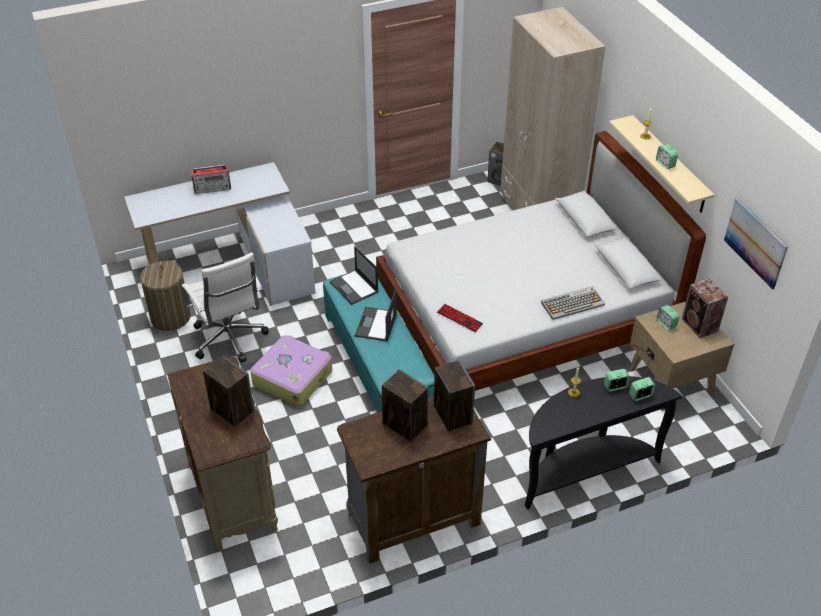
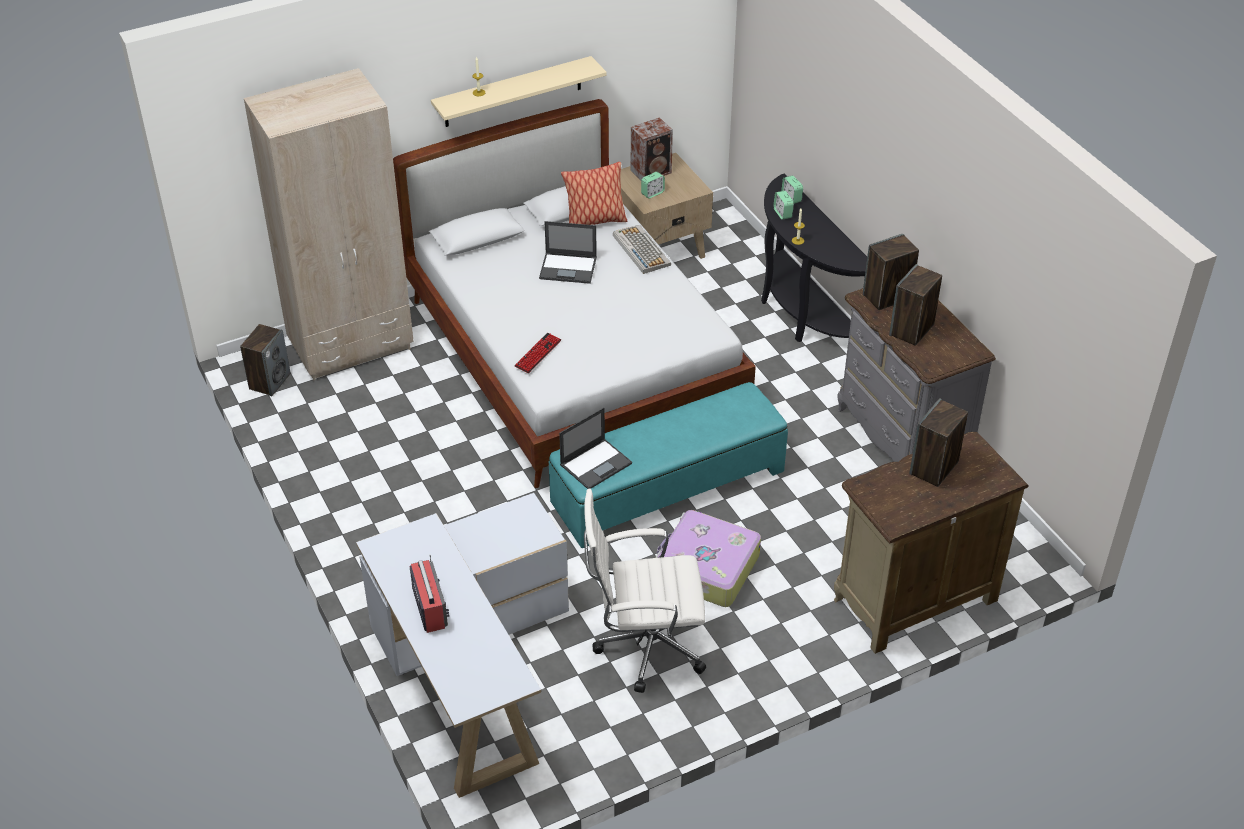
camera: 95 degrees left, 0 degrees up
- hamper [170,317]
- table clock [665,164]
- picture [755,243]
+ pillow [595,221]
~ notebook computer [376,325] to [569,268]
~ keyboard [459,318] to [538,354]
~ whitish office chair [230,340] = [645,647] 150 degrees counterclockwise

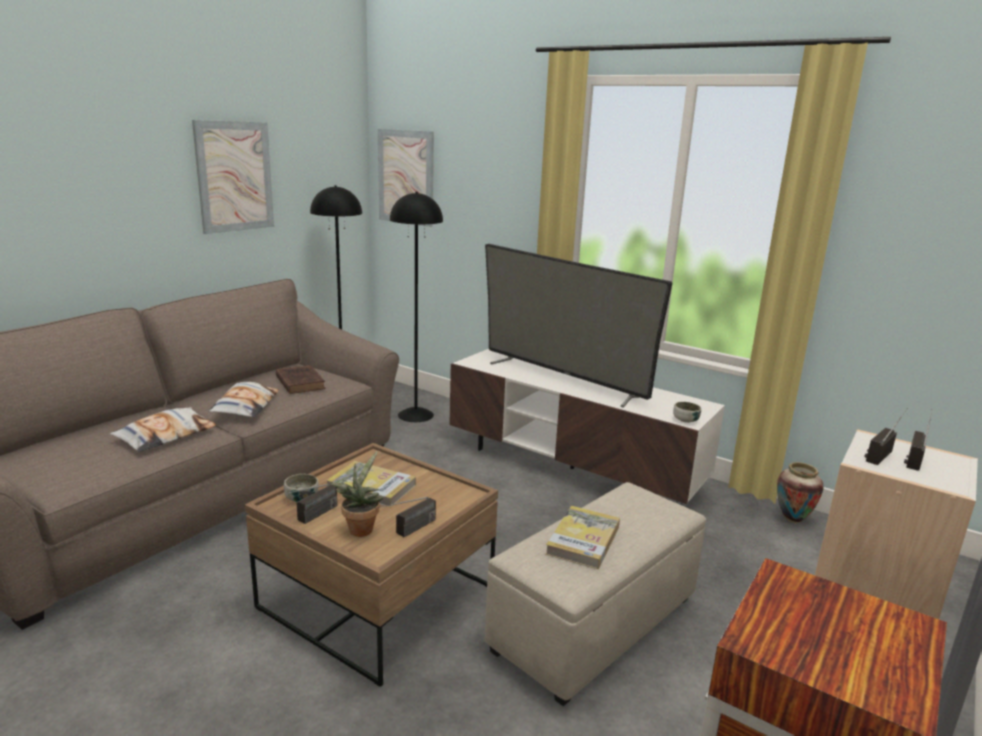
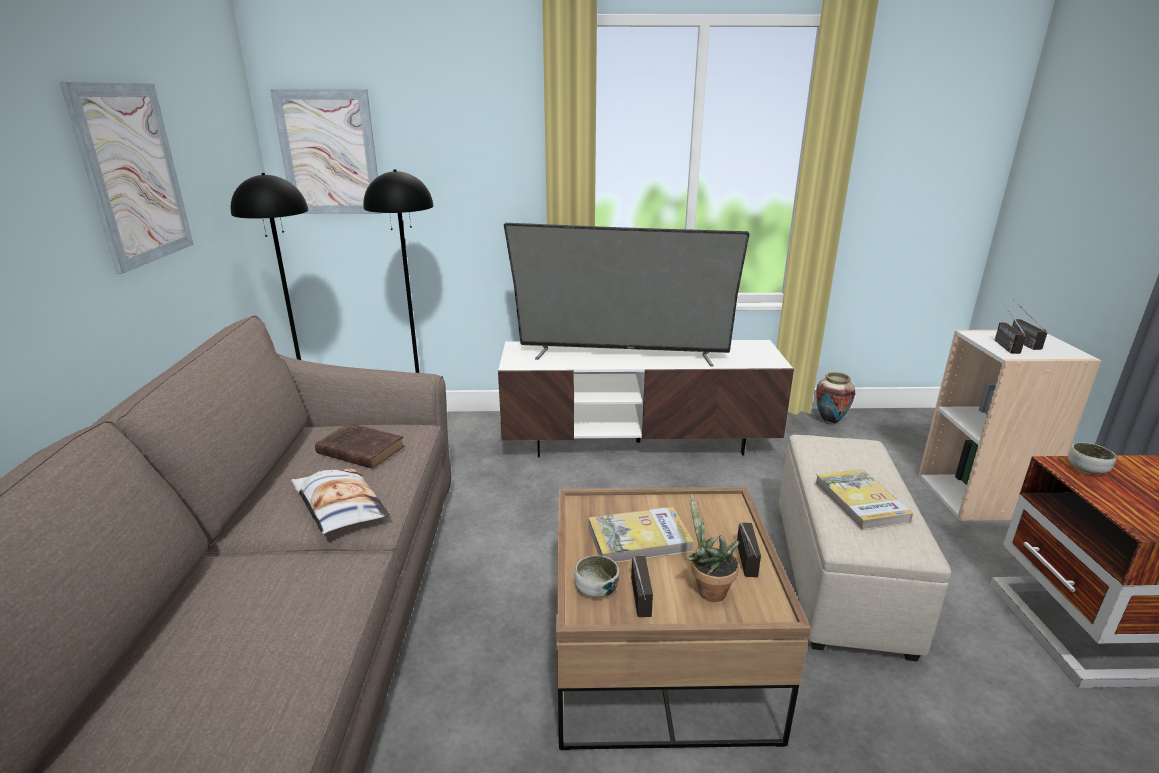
camera: 35 degrees left, 5 degrees up
- pillow [166,436]
~ serving bowl [685,420] to [1086,469]

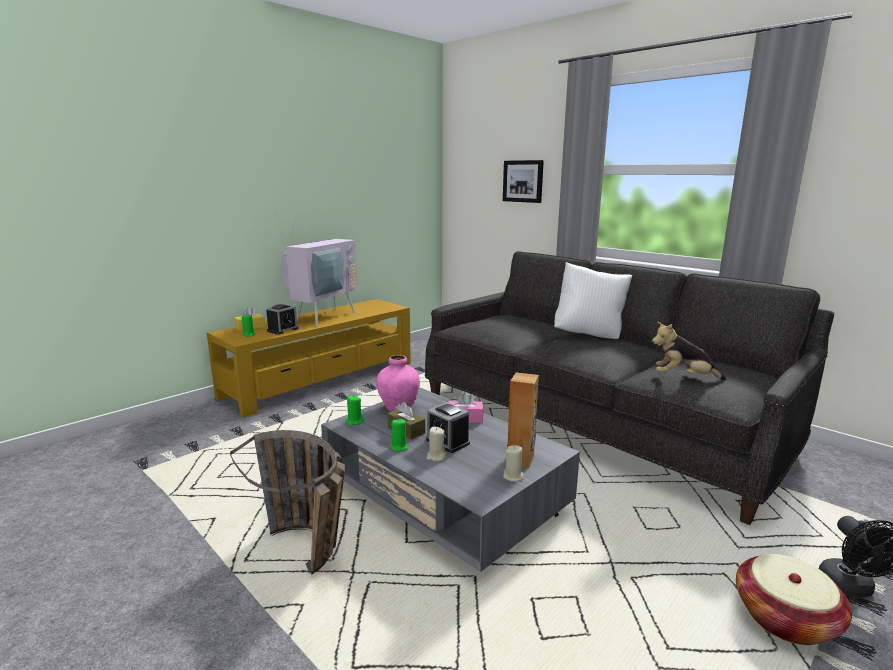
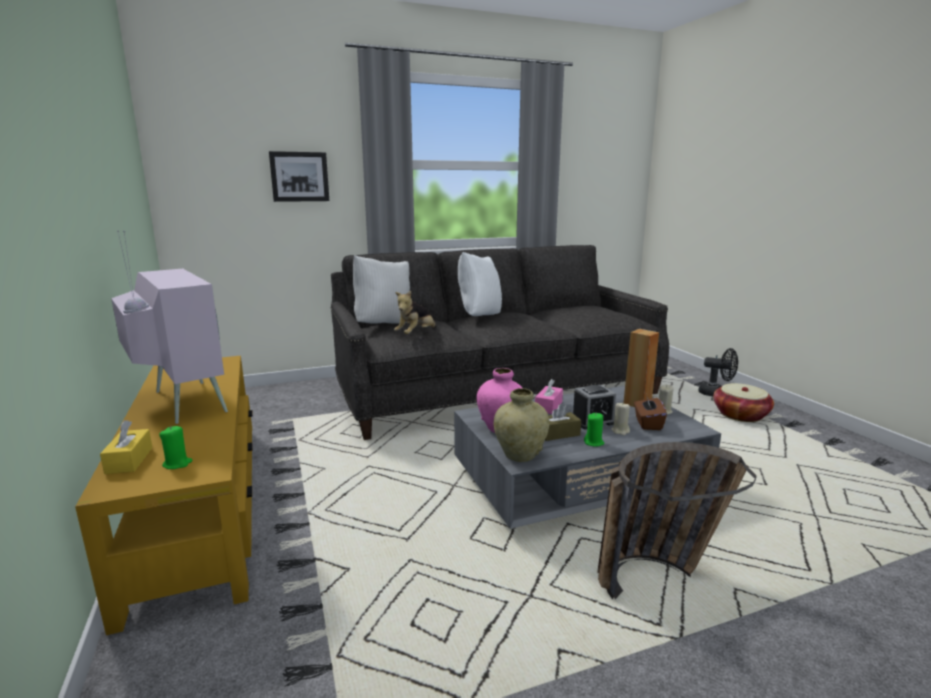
camera: 65 degrees left, 0 degrees up
- table clock [283,330]
+ whitish pillow [384,324]
+ brown-coloured tissue holder [647,423]
~ soft toy [683,378] to [416,334]
~ green wax light [354,422] to beige decorative vase [520,455]

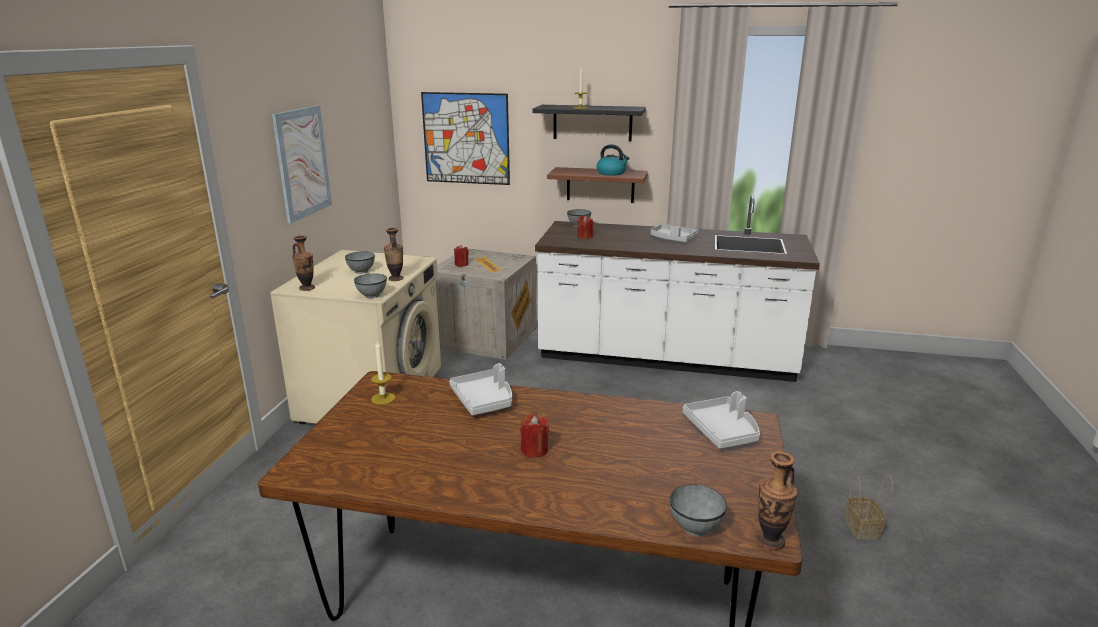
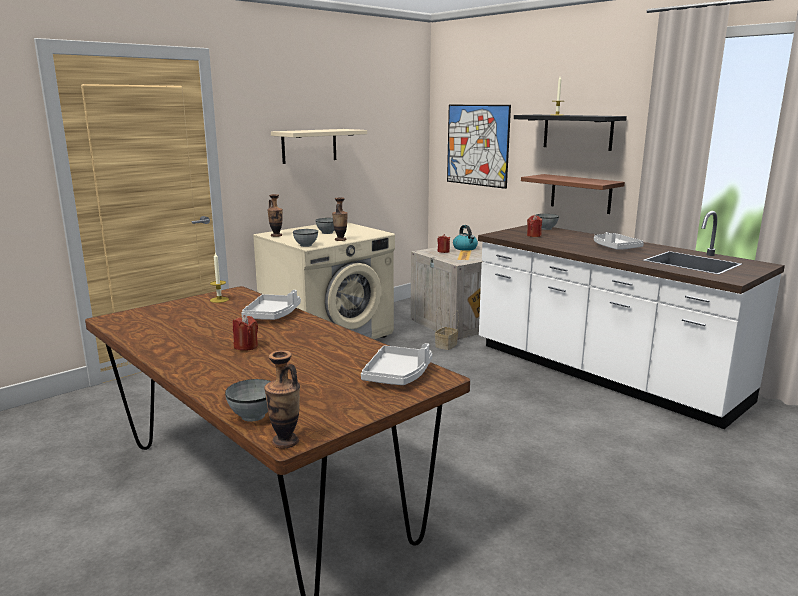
camera: 35 degrees right, 5 degrees down
~ kettle [611,173] to [465,248]
~ household basket [863,529] to [446,346]
~ picture [302,163] to beige wall shelf [309,146]

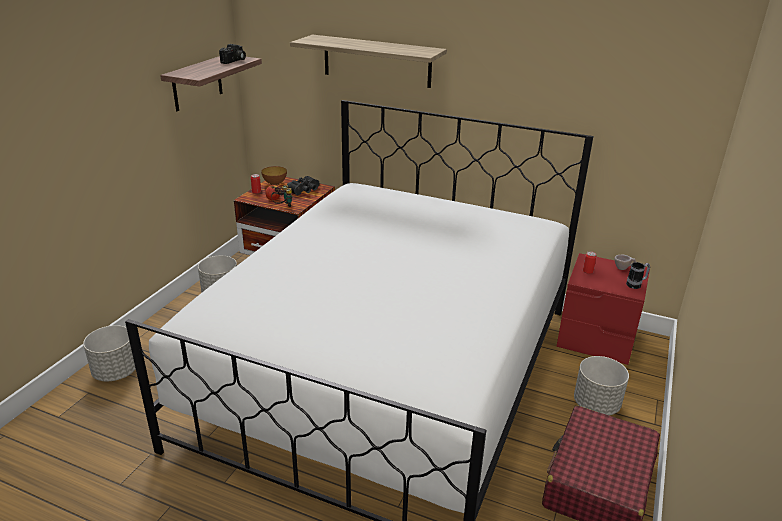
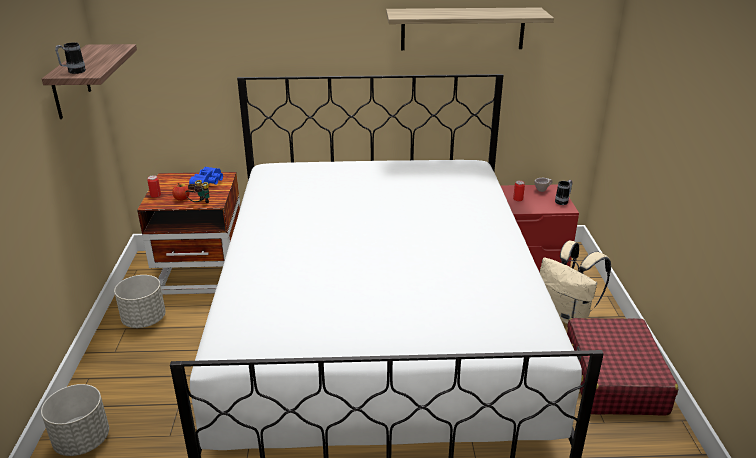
camera: 25 degrees left, 0 degrees up
- photo camera [234,61]
- serving bowl [275,184]
+ tea mug [73,72]
~ wall shelf [376,61] to [462,29]
~ grey flower pot [596,405] to beige knapsack [567,315]
~ black pair of binoculars [305,191] to blue-coloured pair of binoculars [209,183]

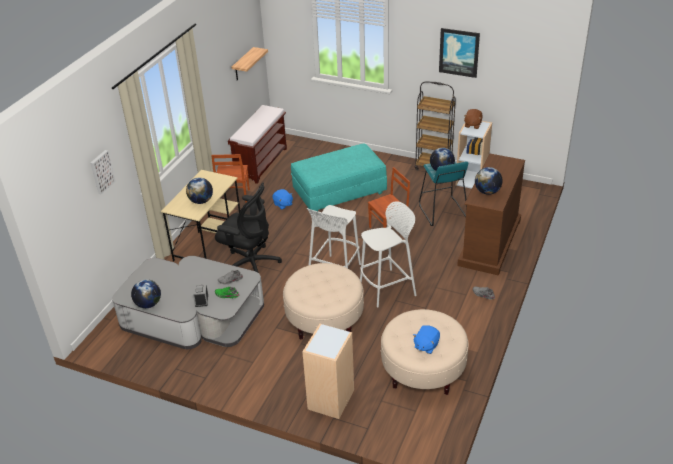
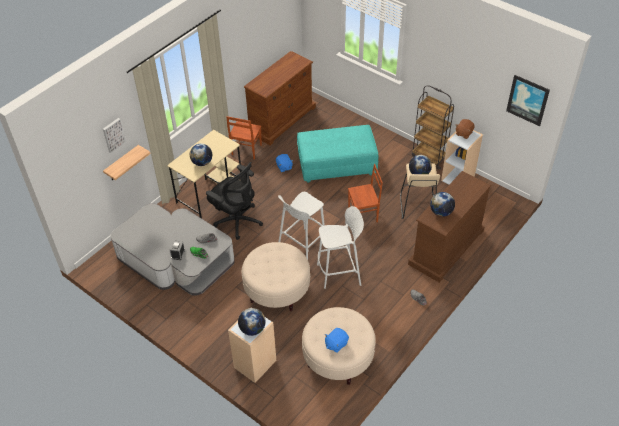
camera: 15 degrees right, 10 degrees up
~ world globe [148,304] to [252,329]
~ wall shelf [243,65] to [122,164]
~ picture [459,52] to [528,100]
~ brown-coloured indoor bench [261,163] to brown-coloured dresser [281,119]
~ turquoise-coloured stool [442,212] to beige stool [417,206]

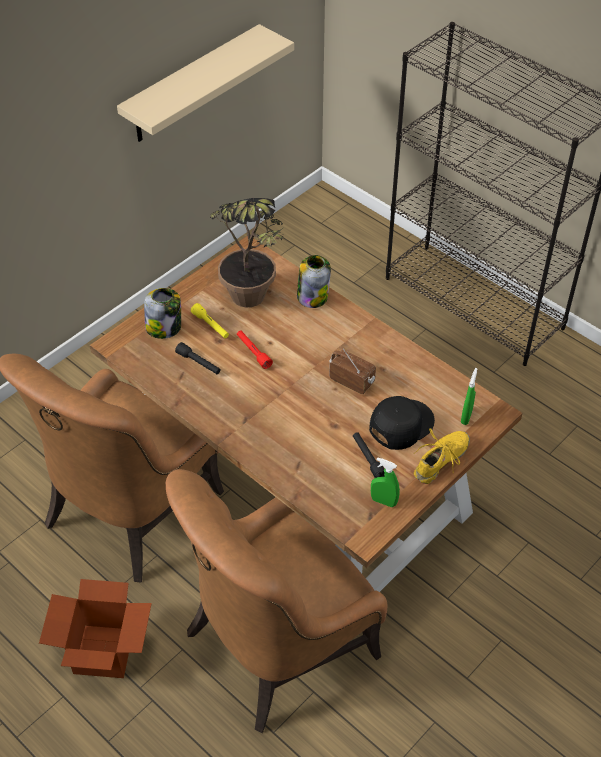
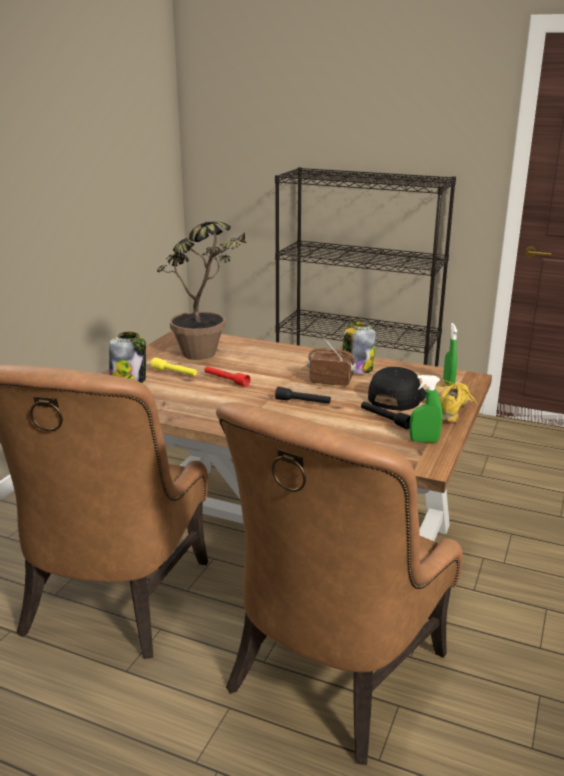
camera: 20 degrees left, 25 degrees down
- carton [103,651]
- beige wall shelf [192,85]
~ black flashlight [199,363] to [303,402]
~ storage jar [312,296] to [356,368]

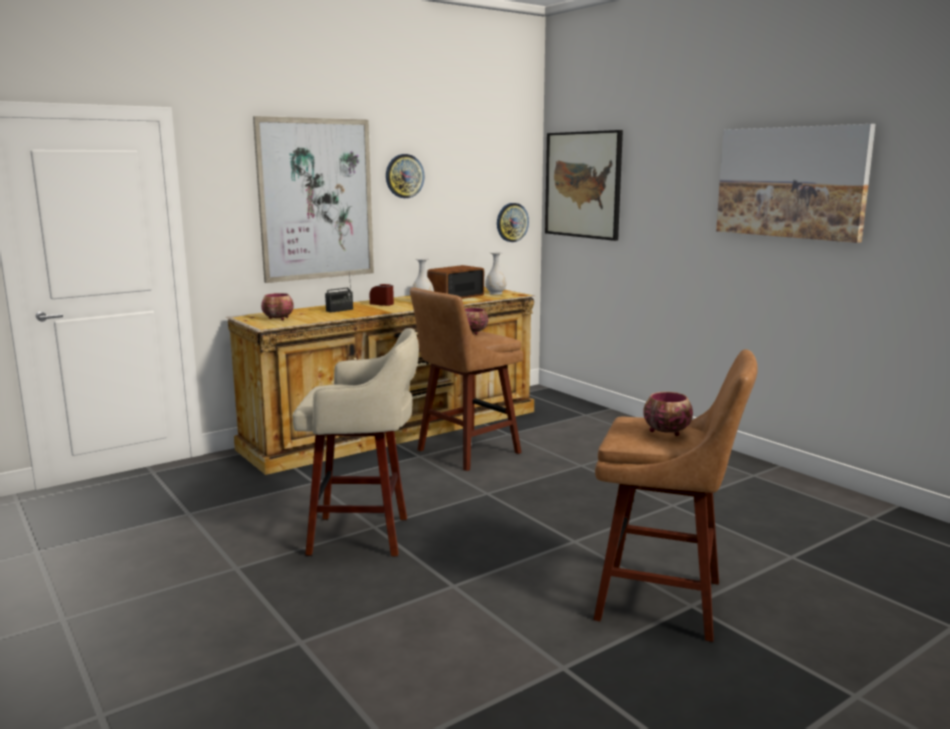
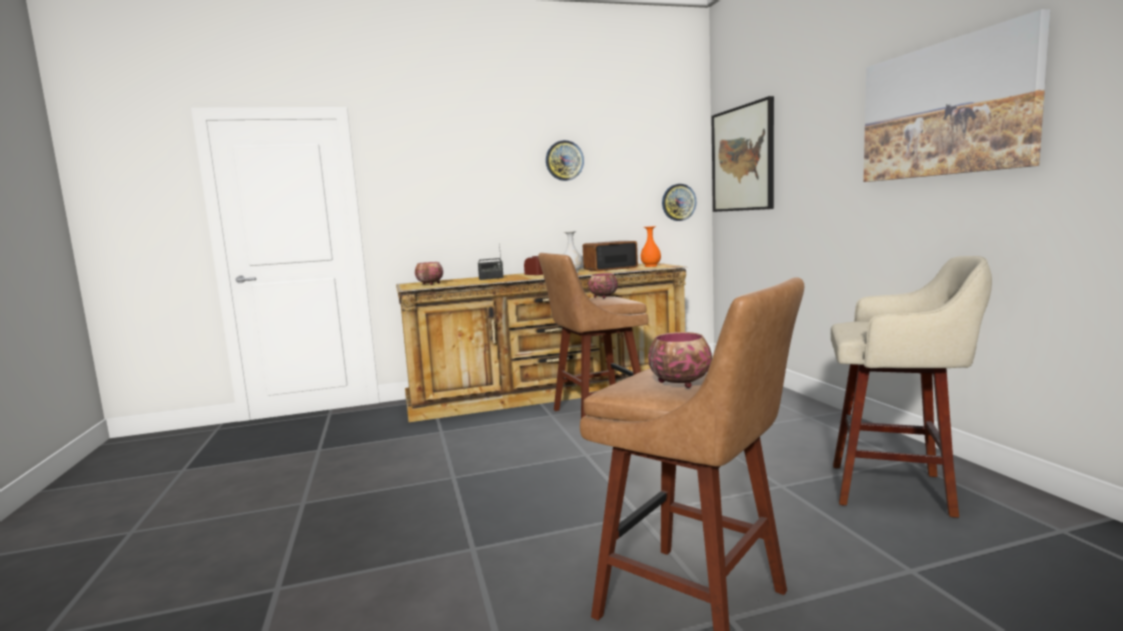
camera: 20 degrees right, 5 degrees down
- picture [316,199]
~ beige stool [364,536] to [897,490]
~ whitish decorative vase [495,293] to orange-coloured decorative vase [651,266]

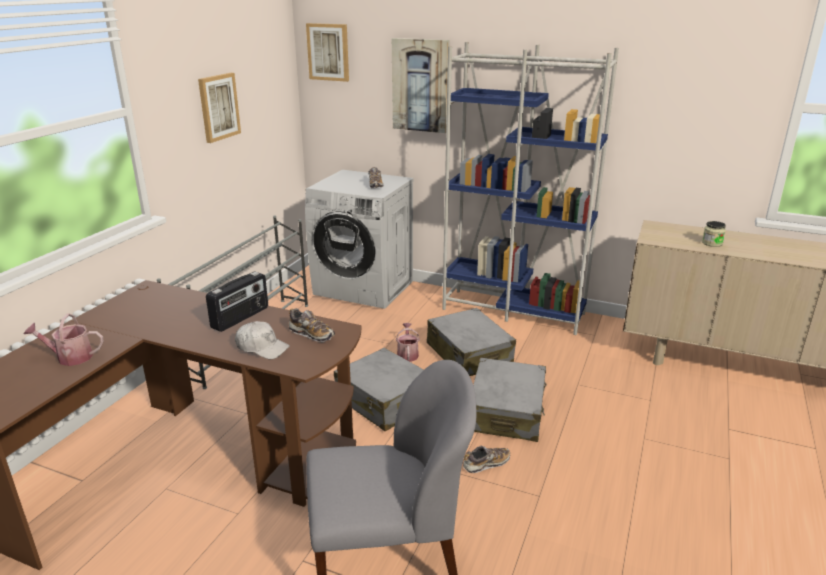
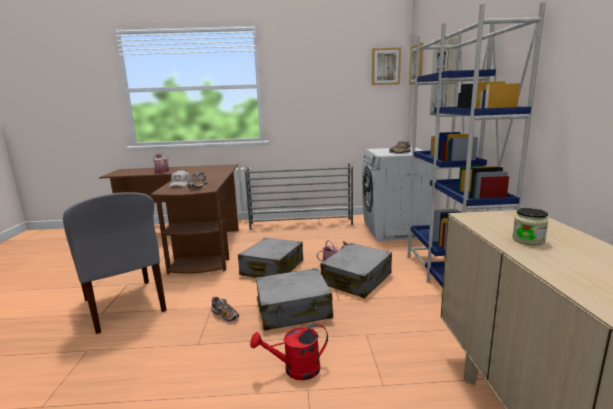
camera: 65 degrees right, 10 degrees down
- radio set [241,318]
+ reddish sprinkling can [295,369]
~ picture [218,107] to [385,66]

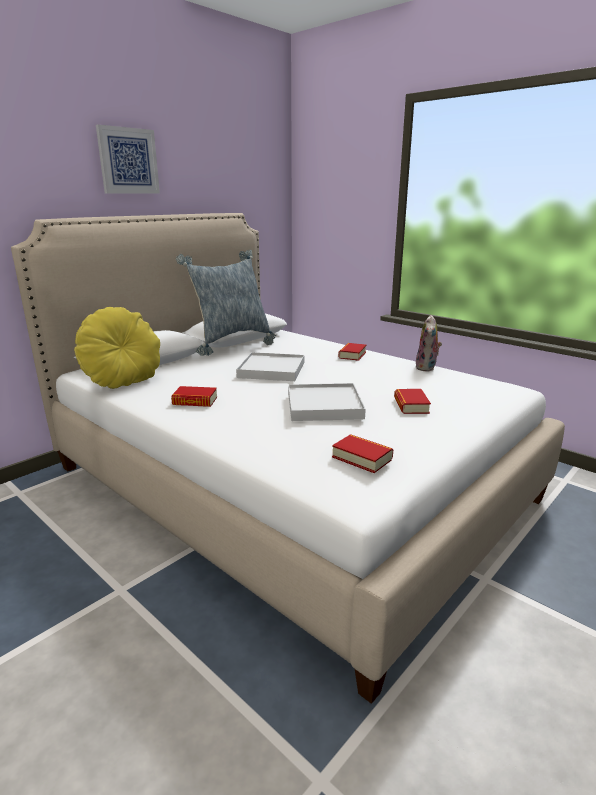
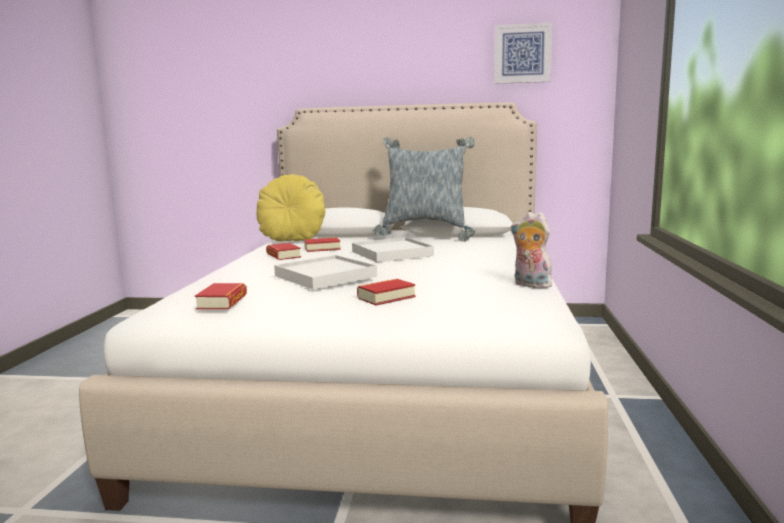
camera: 55 degrees right, 10 degrees down
~ picture [128,161] to [522,53]
~ book [352,355] to [322,248]
~ soft toy [427,368] = [530,285] 60 degrees clockwise

